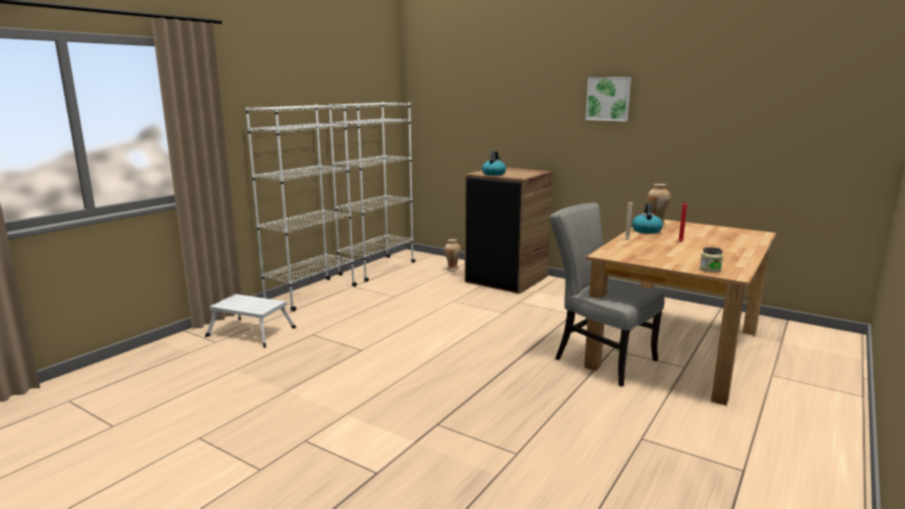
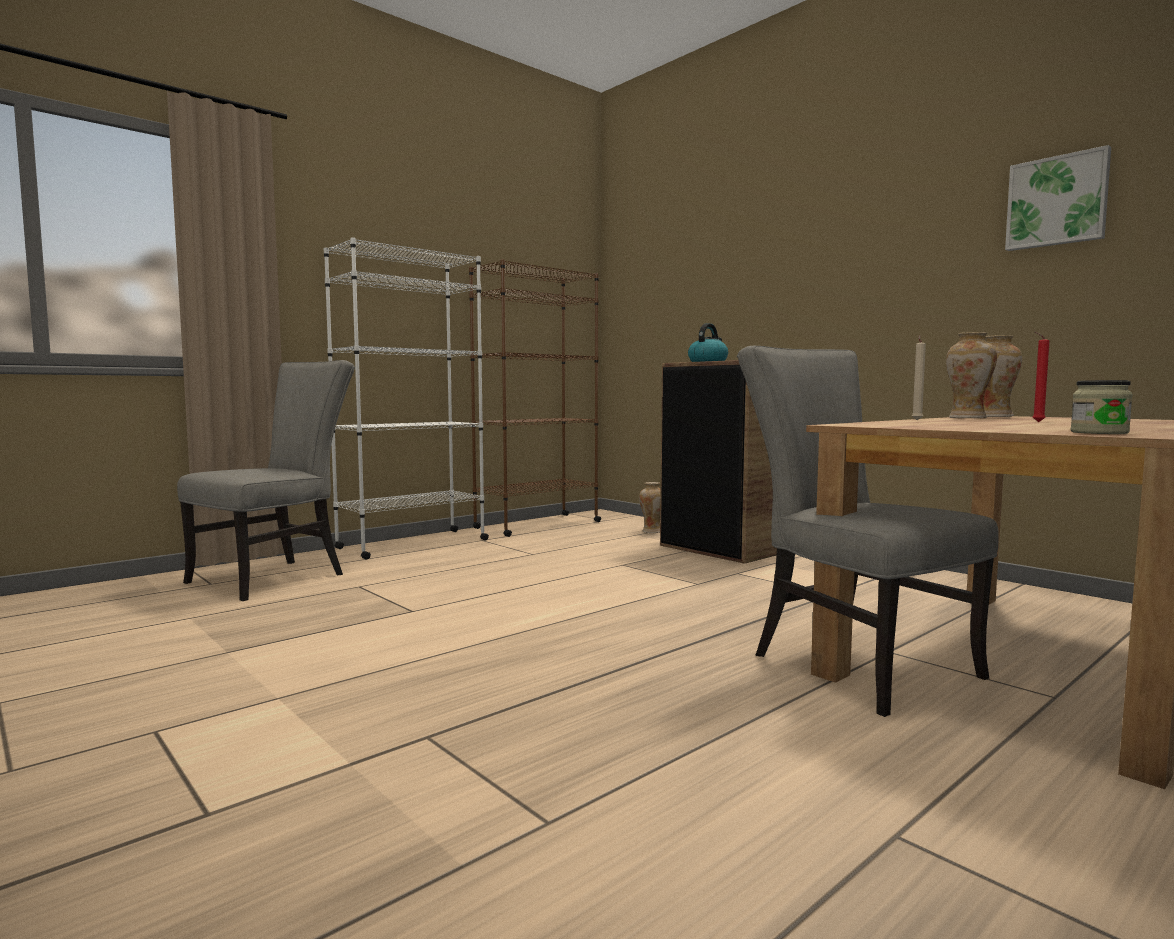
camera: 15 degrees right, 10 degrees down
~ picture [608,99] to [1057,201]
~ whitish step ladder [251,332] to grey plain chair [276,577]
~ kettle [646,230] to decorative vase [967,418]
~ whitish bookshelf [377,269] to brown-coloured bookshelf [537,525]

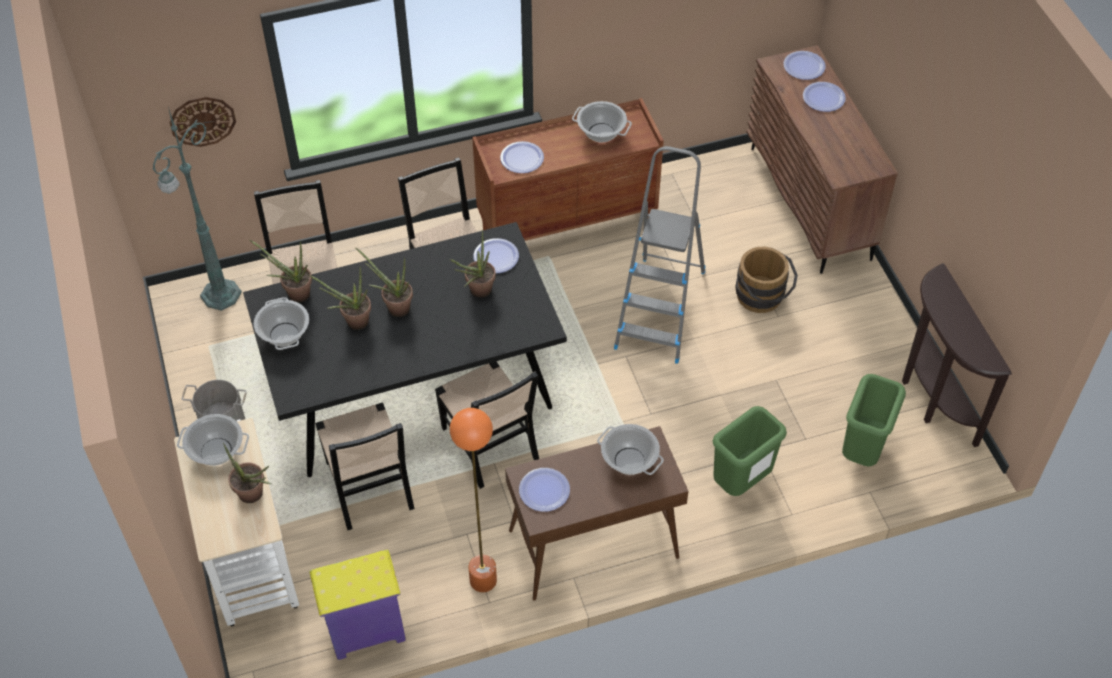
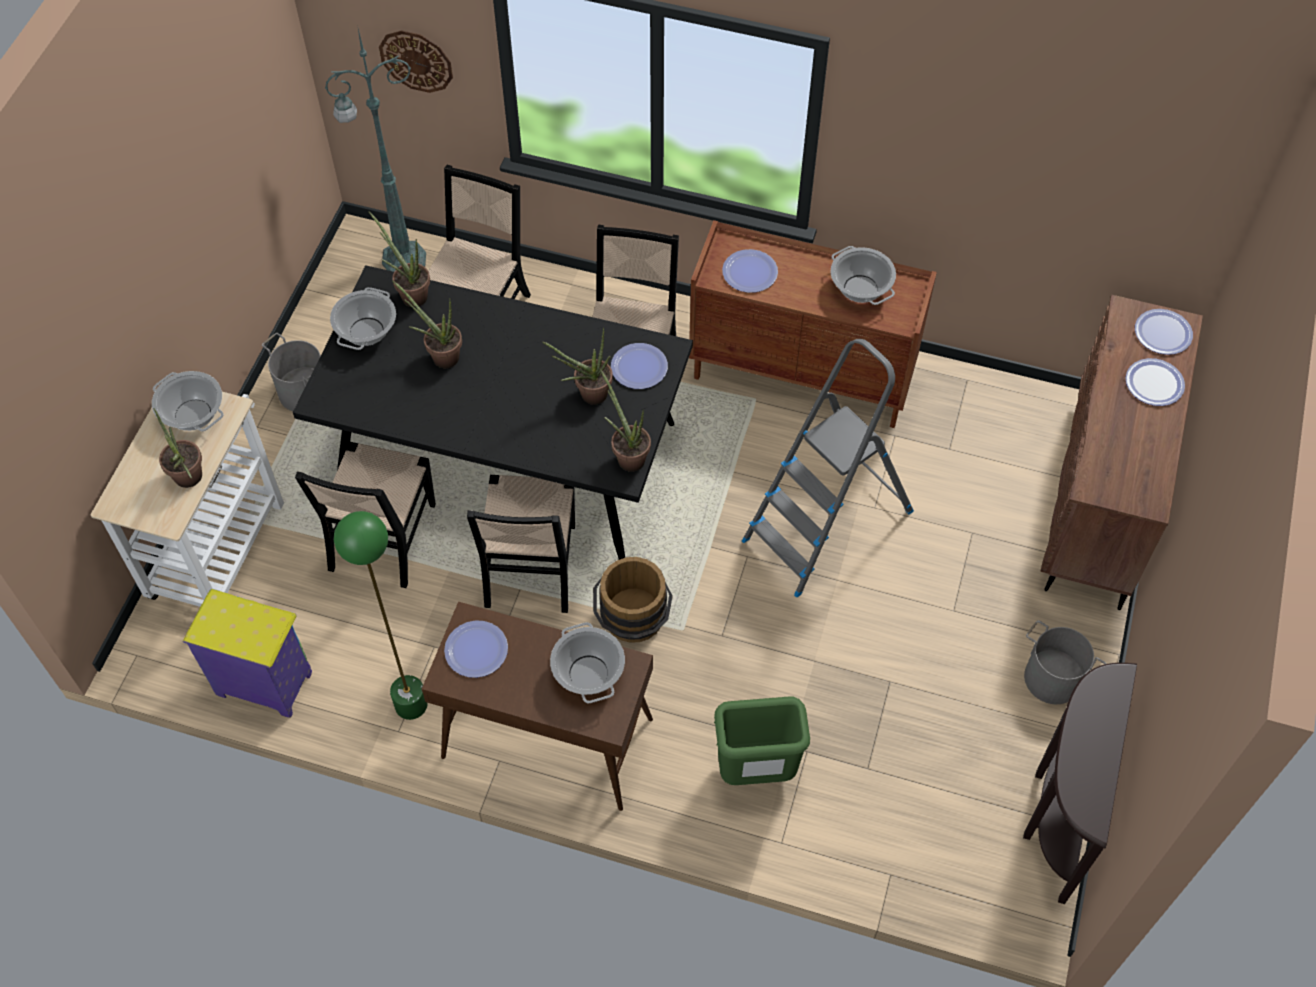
camera: 35 degrees right, 5 degrees up
- green waste bin [863,452]
+ grey pail [1052,679]
~ potted plant [394,307] to [627,455]
~ brown-coloured pail [762,298] to [633,621]
~ orange-coloured standard lamp [483,580] to green standard lamp [411,705]

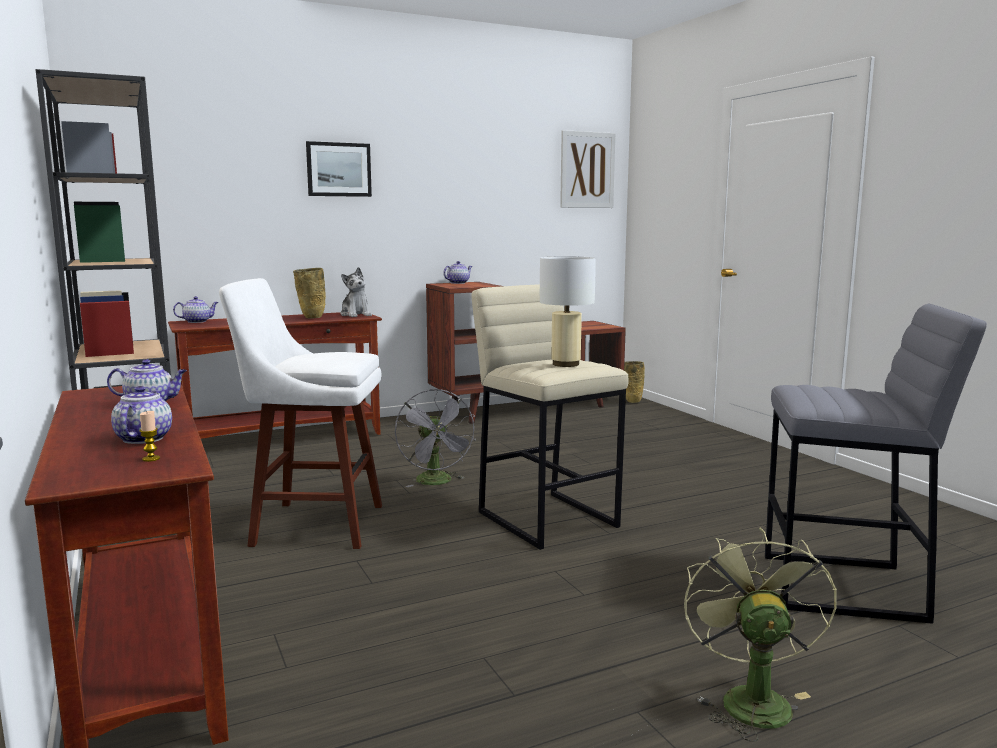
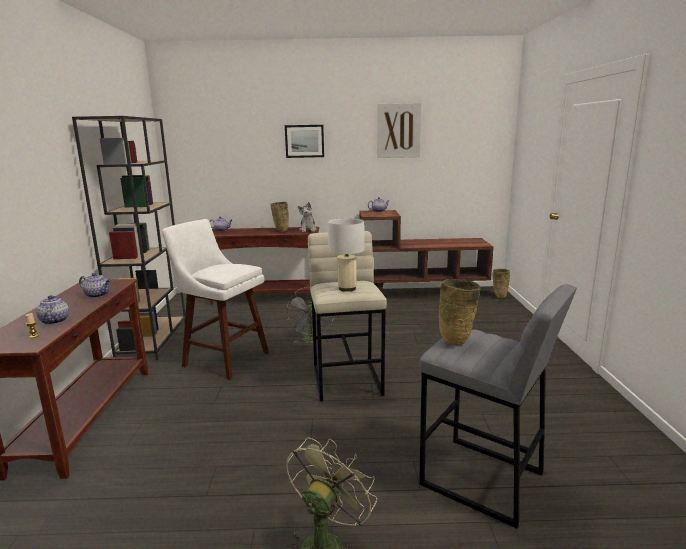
camera: 25 degrees right, 5 degrees up
+ beige decorative vase [457,342]
~ picture [587,170] to [398,131]
~ pot for tea [143,438] = [54,321] 45 degrees counterclockwise

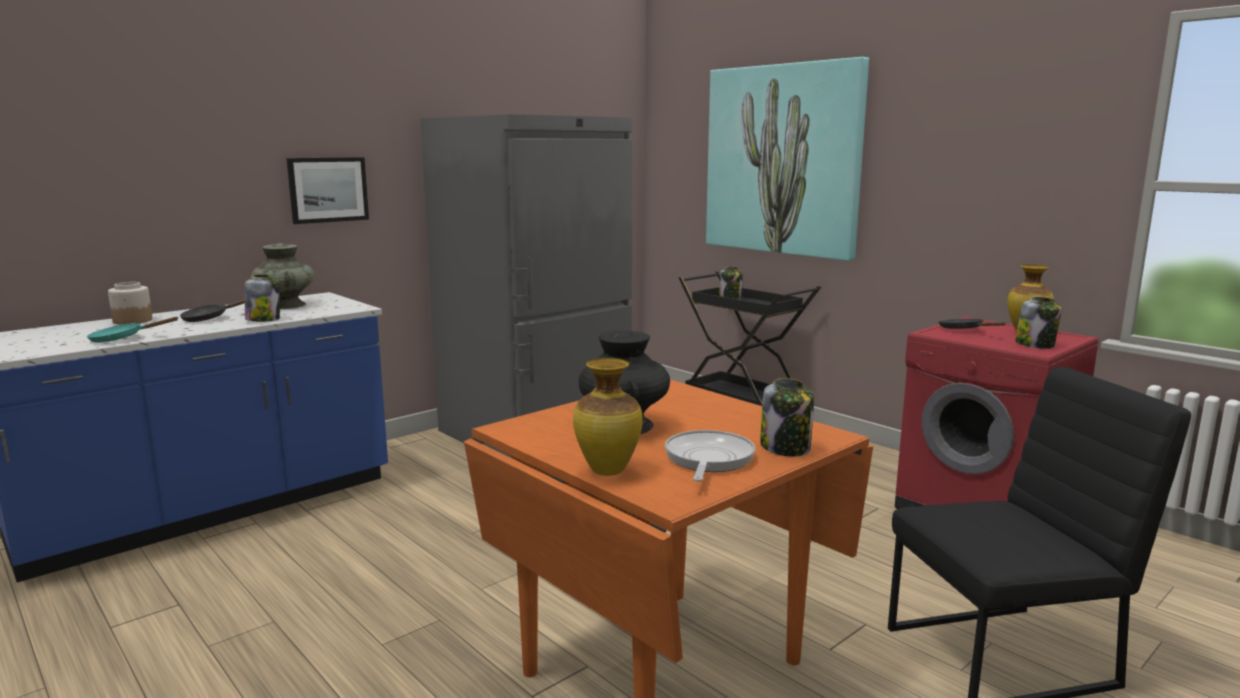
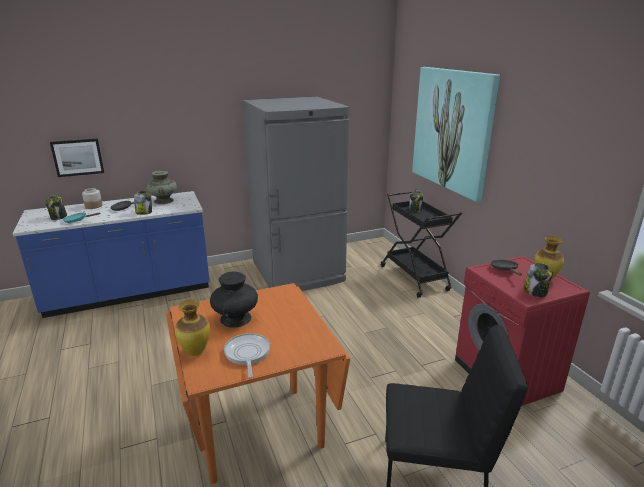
camera: 20 degrees right, 10 degrees up
~ picture [328,189] to [78,157]
~ storage jar [786,448] to [58,217]
~ pan [708,460] = [247,354] 45 degrees counterclockwise

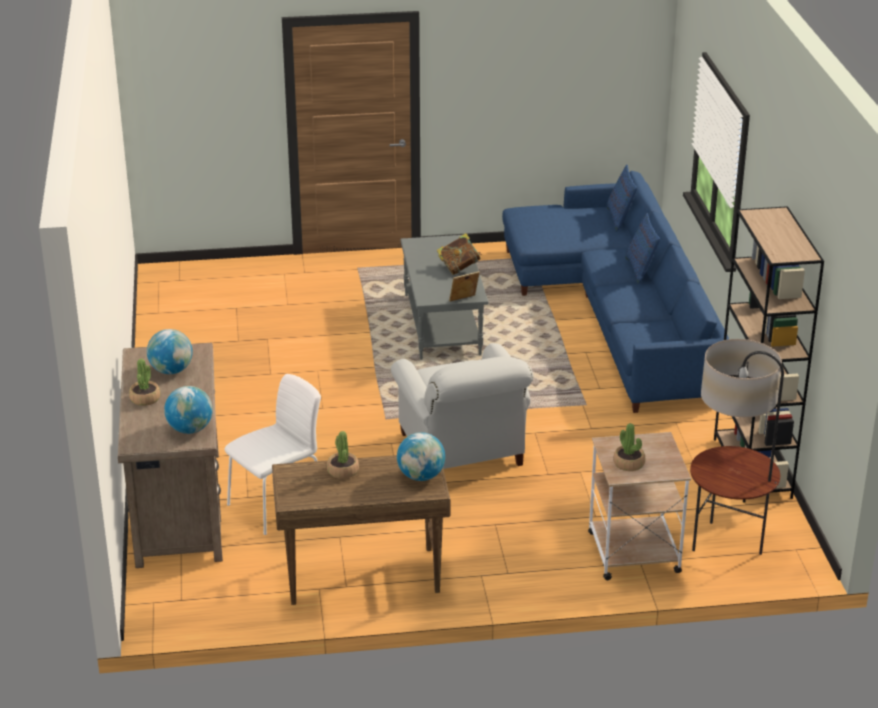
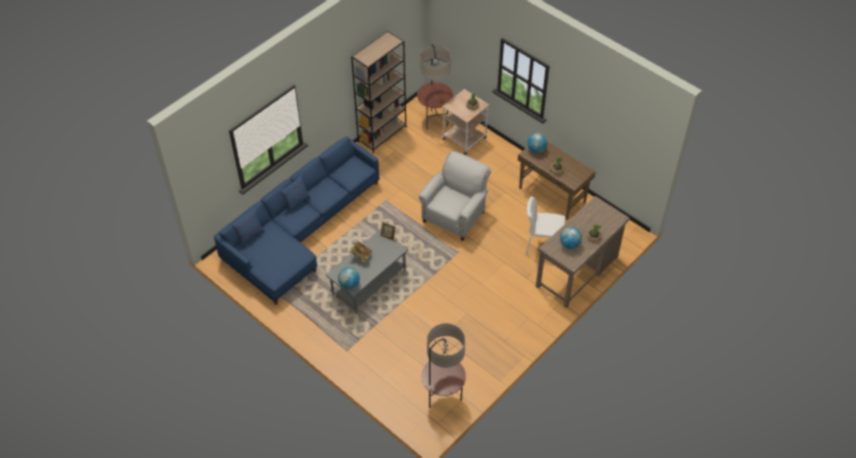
camera: 130 degrees left, 20 degrees up
+ standard lamp [443,398]
~ world globe [190,429] to [349,284]

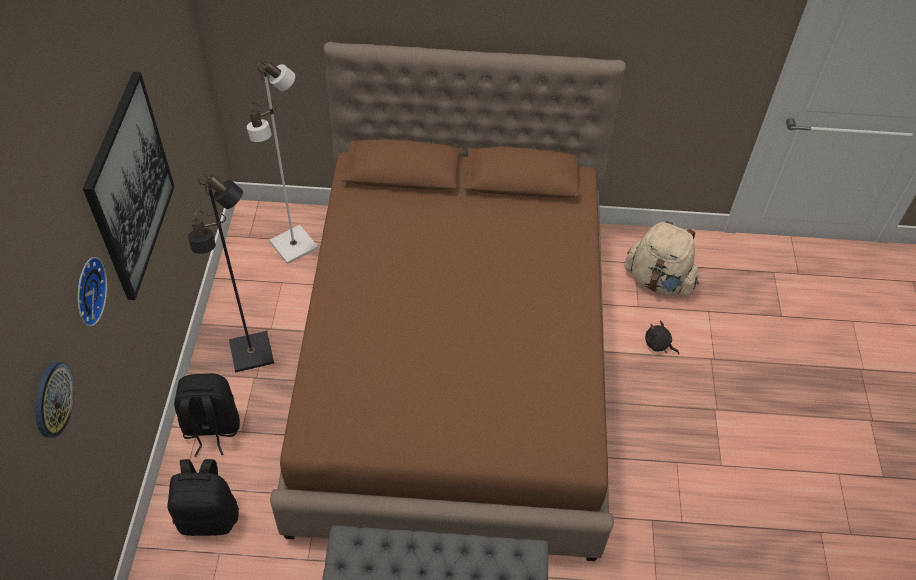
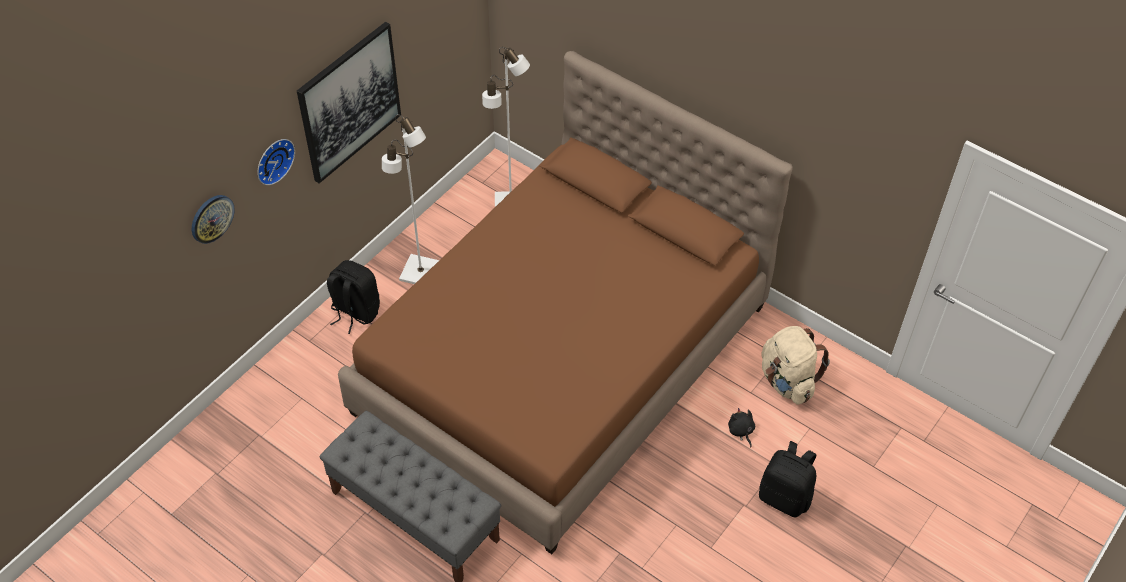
camera: 35 degrees right, 0 degrees up
~ black knapsack [209,516] to [785,497]
~ black standard lamp [251,352] to whitish standard lamp [420,271]

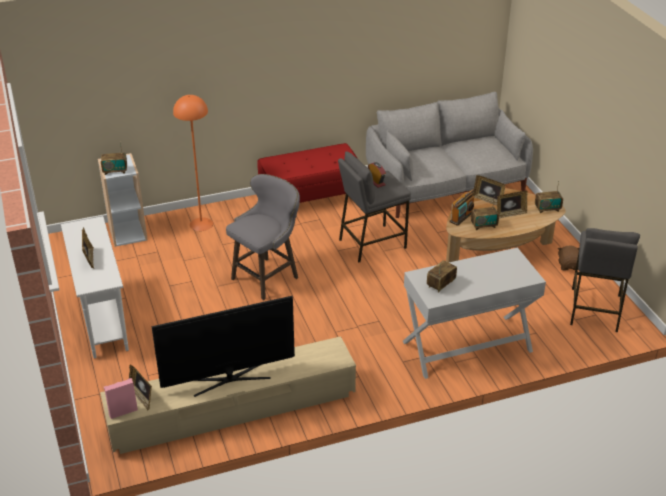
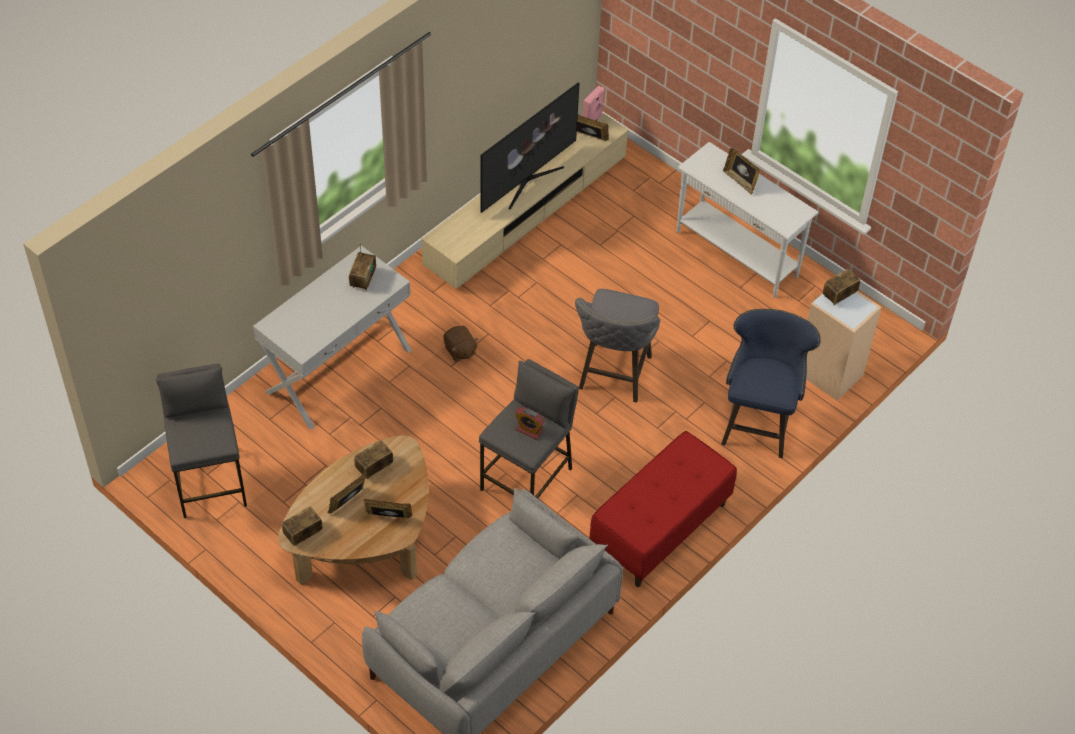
camera: 150 degrees right, 15 degrees up
- radio set [462,216]
~ brown-coloured soft toy [569,266] to [460,351]
~ orange-coloured standard lamp [201,224] to blue-coloured stool [758,423]

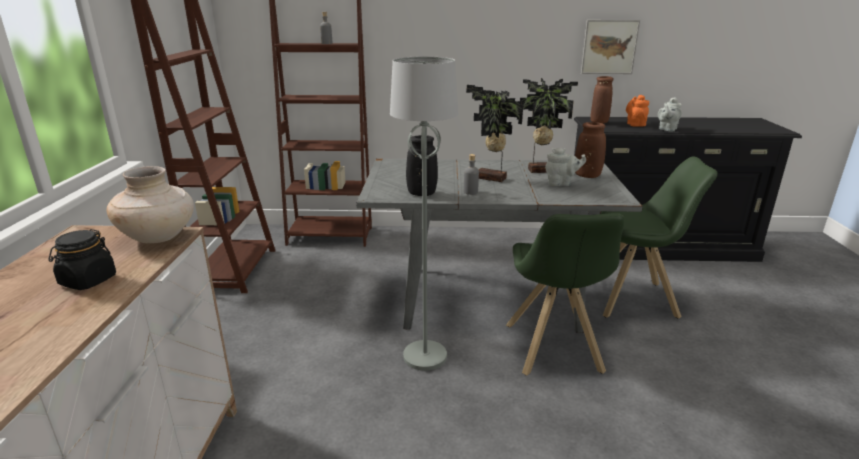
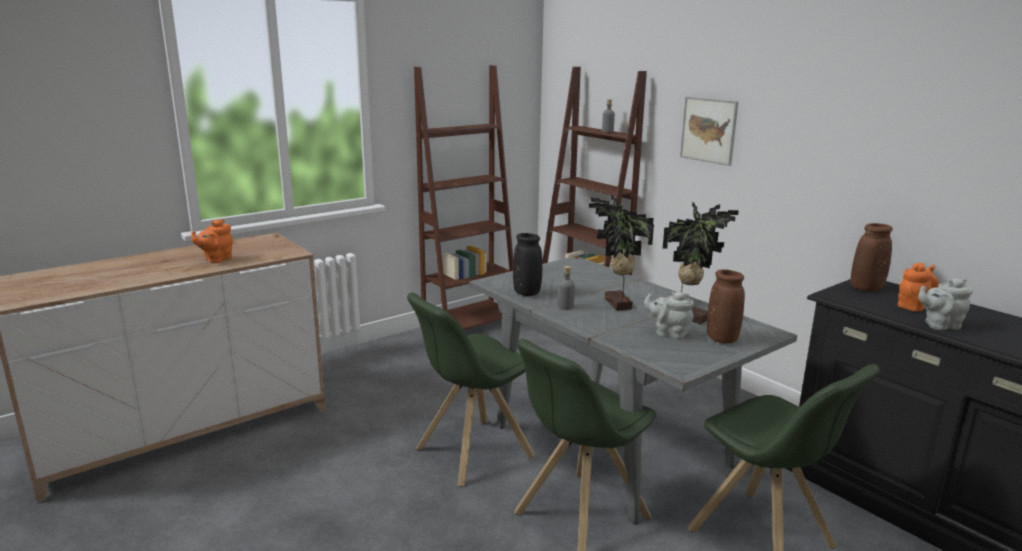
camera: 50 degrees right, 5 degrees down
- beige decorative vase [159,237]
~ picture [609,47] to [708,130]
~ black storage jar [88,281] to orange-coloured pot for tea [216,260]
~ grey standard lamp [424,356] to green plain chair [473,452]
~ grey pot for tea [561,183] = [669,333] 150 degrees clockwise

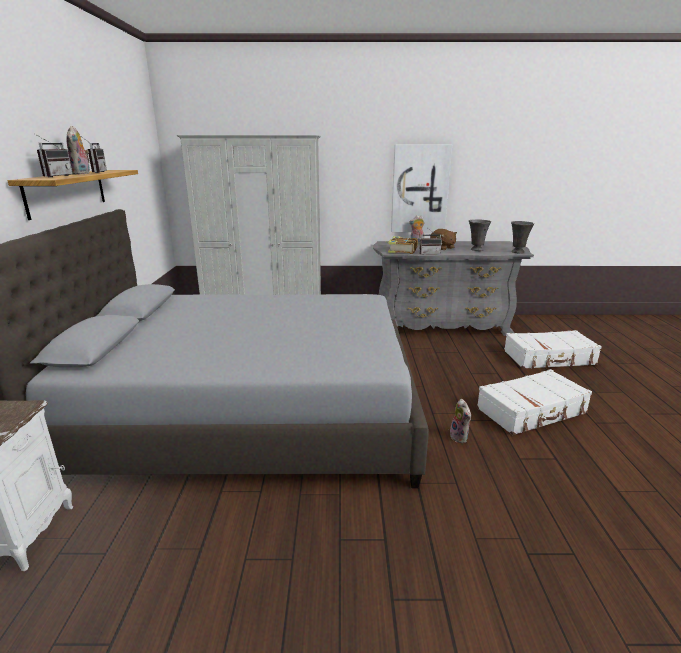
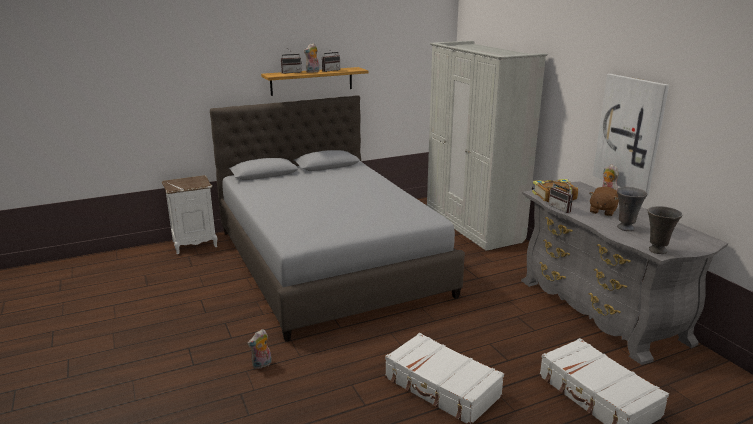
camera: 65 degrees right, 0 degrees up
~ soft toy [460,437] to [262,365]

